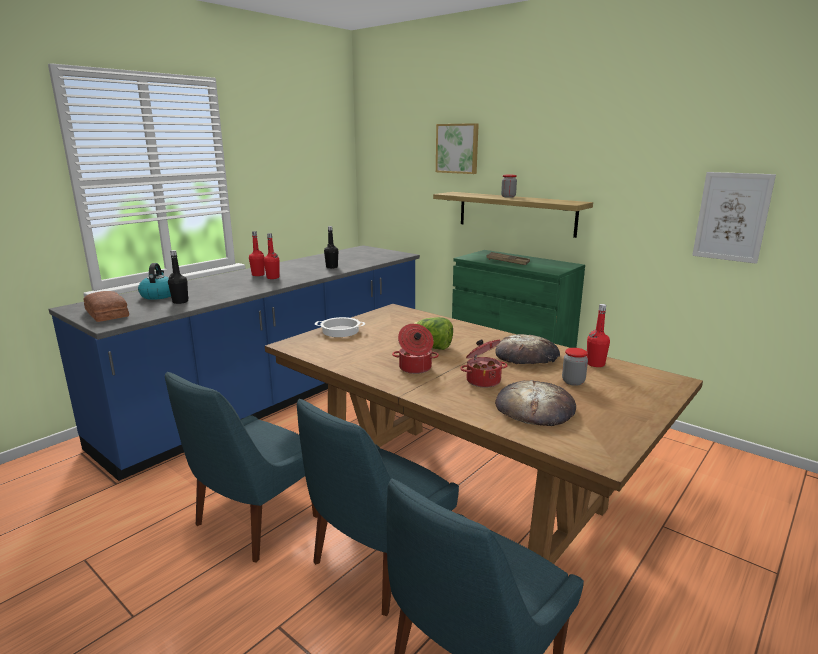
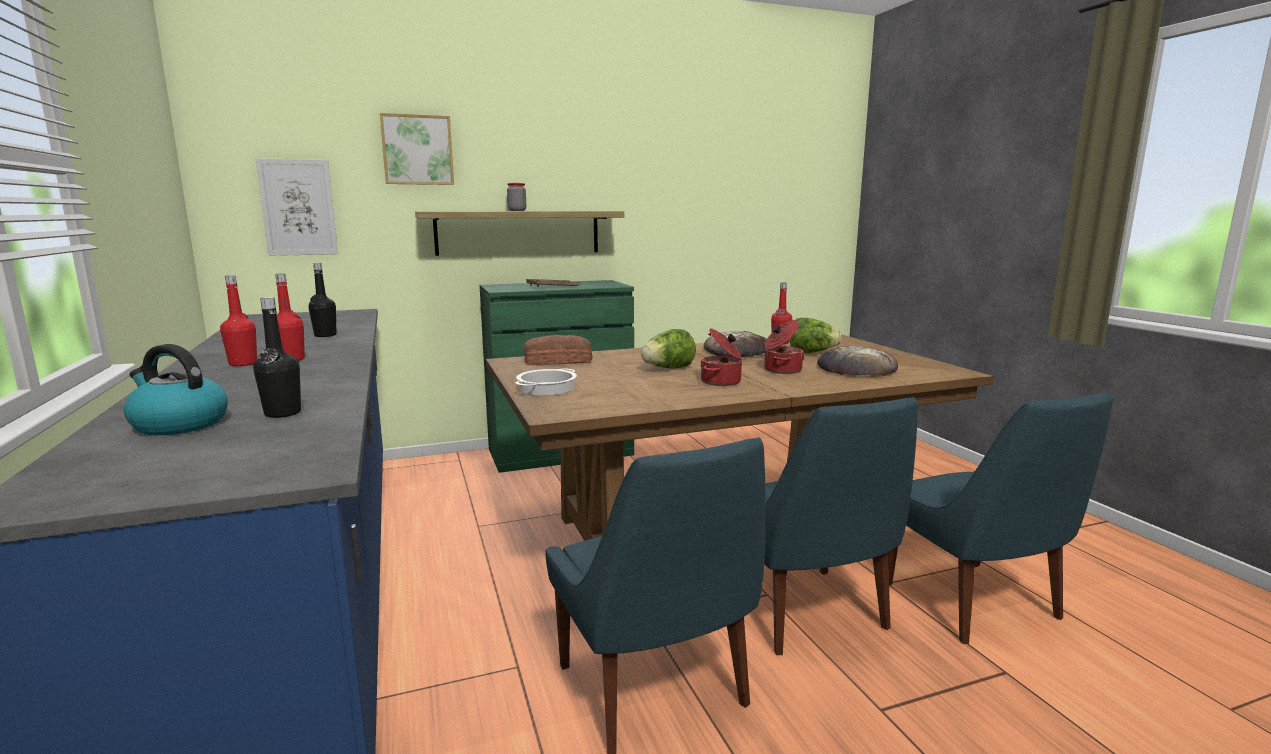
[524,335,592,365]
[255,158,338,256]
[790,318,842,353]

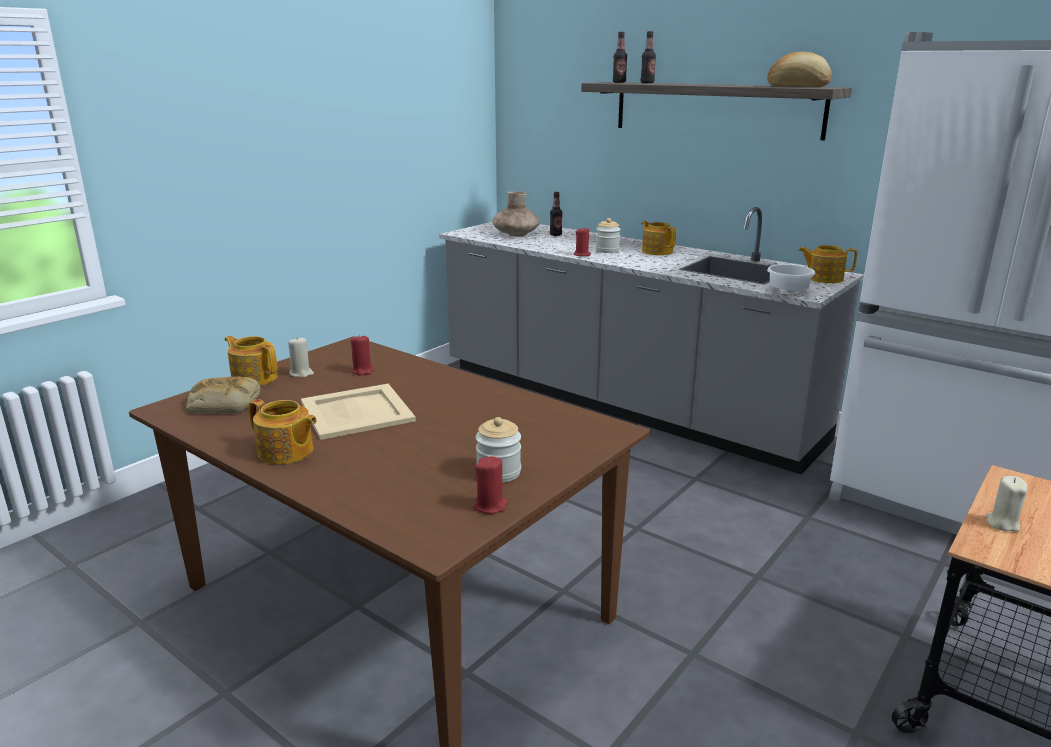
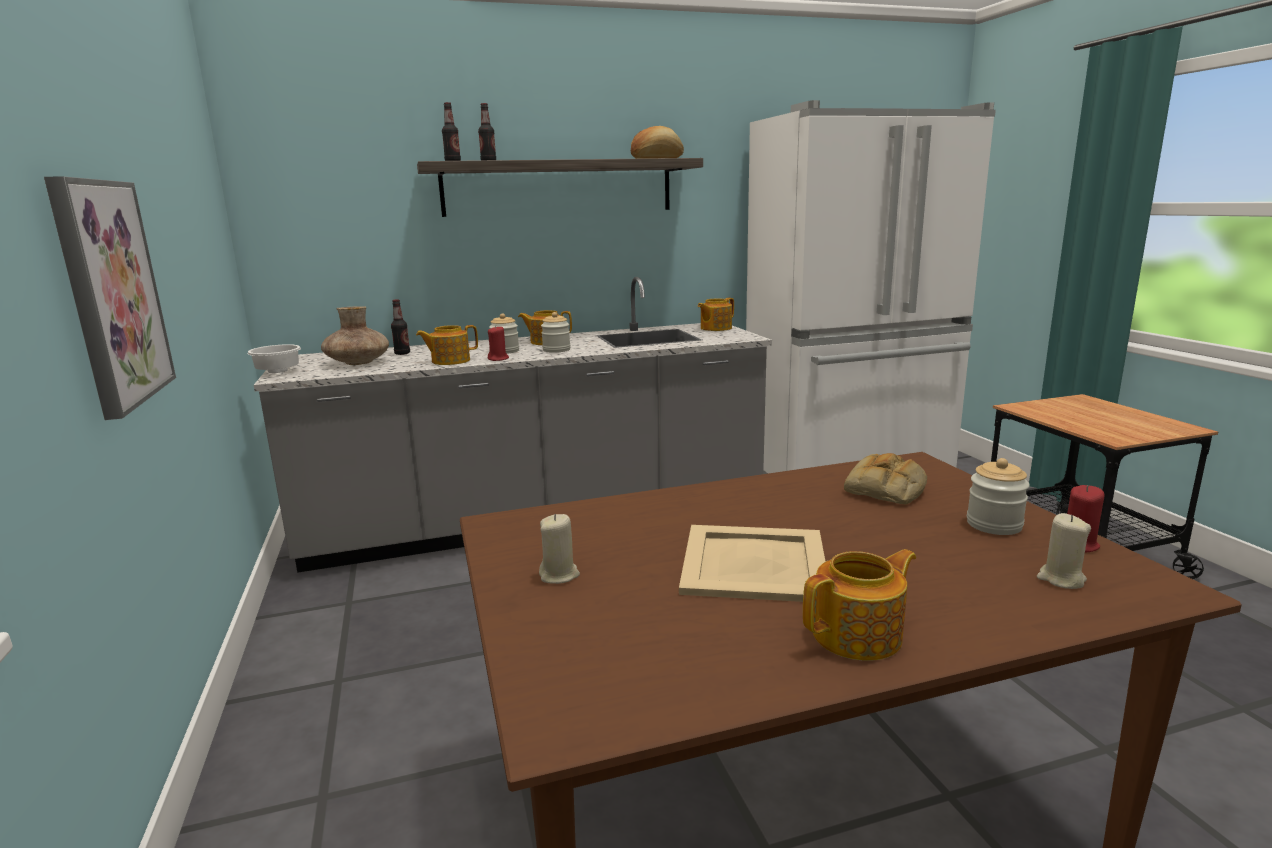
[351,334,374,375] (first image)
[44,176,176,420]
[541,312,571,353]
[844,453,927,504]
[416,325,478,365]
[247,344,301,373]
[1037,513,1091,589]

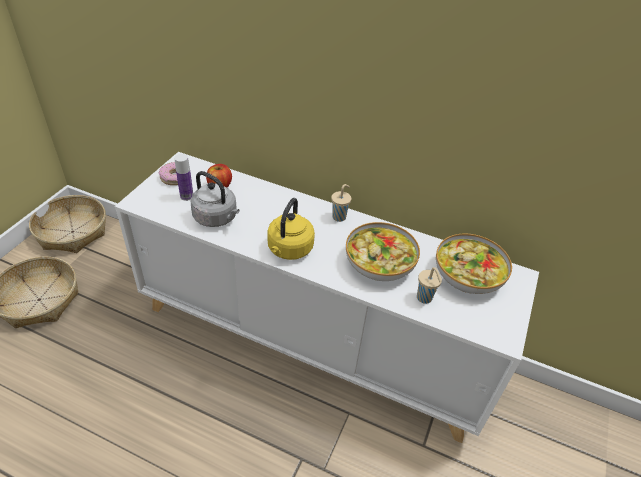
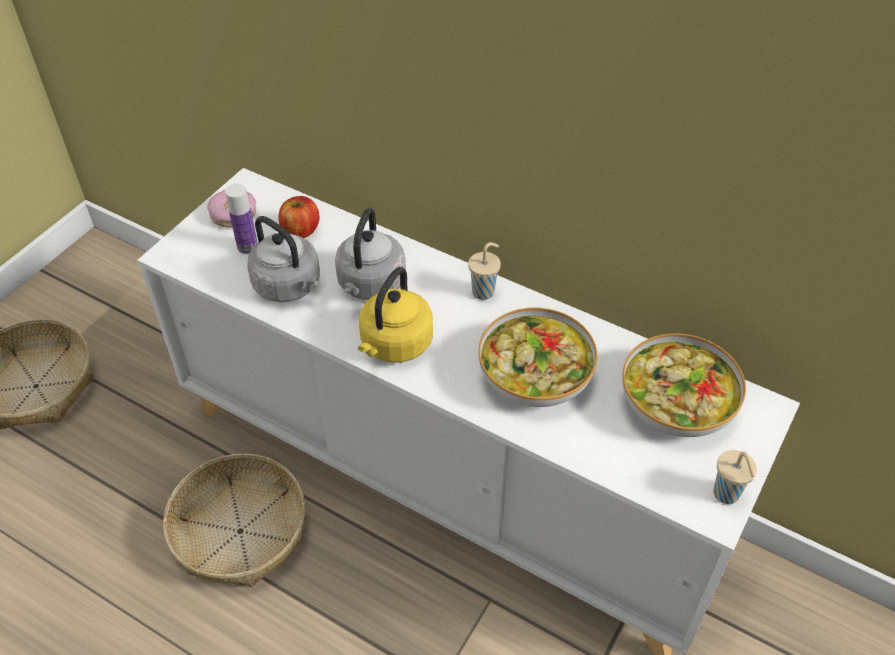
[335,208,406,300]
[163,454,305,587]
[713,450,757,504]

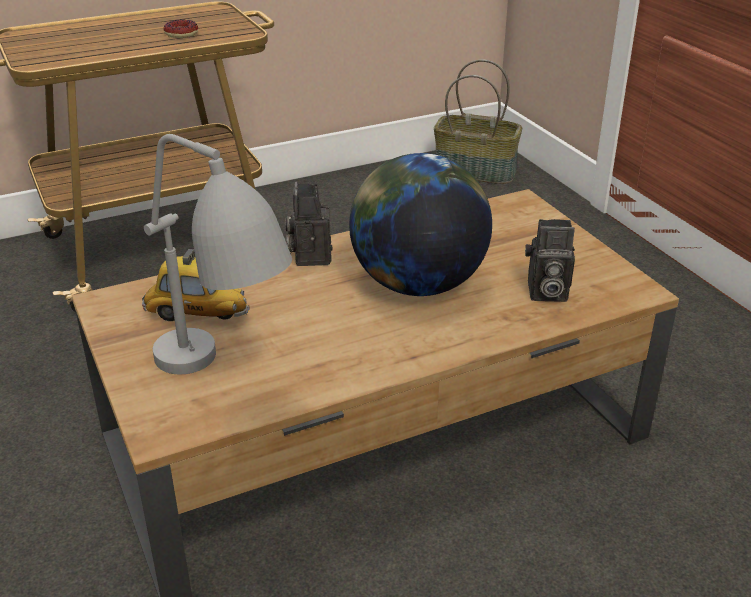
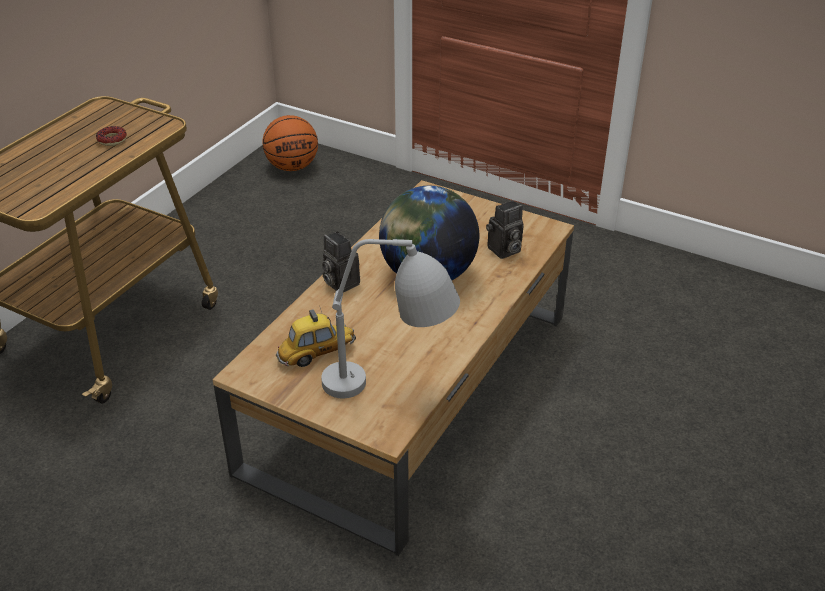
[262,115,318,171]

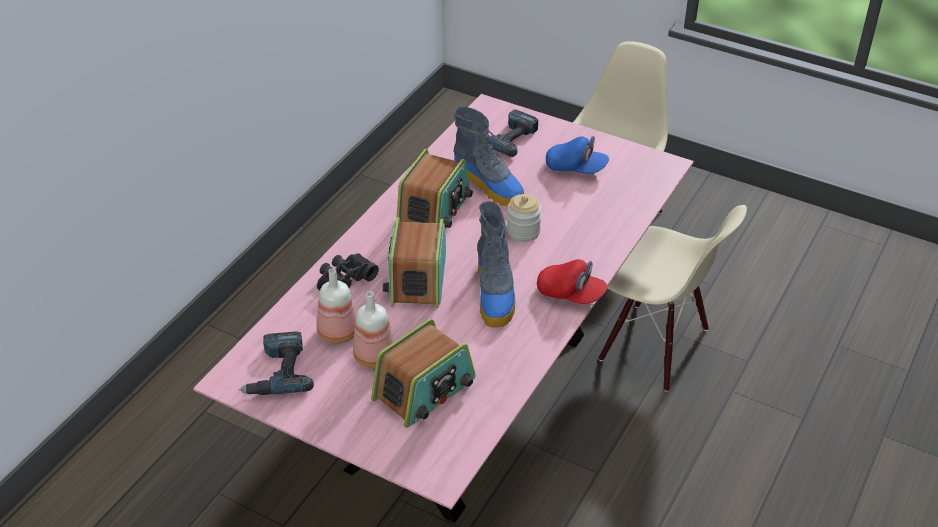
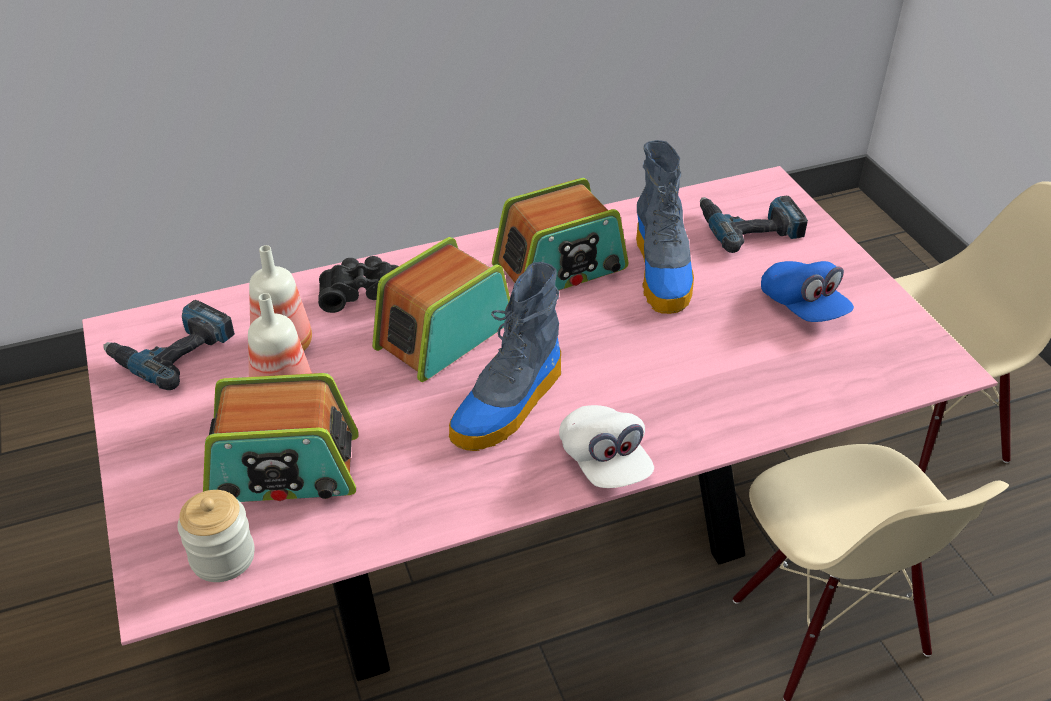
[178,490,255,582]
[559,405,654,488]

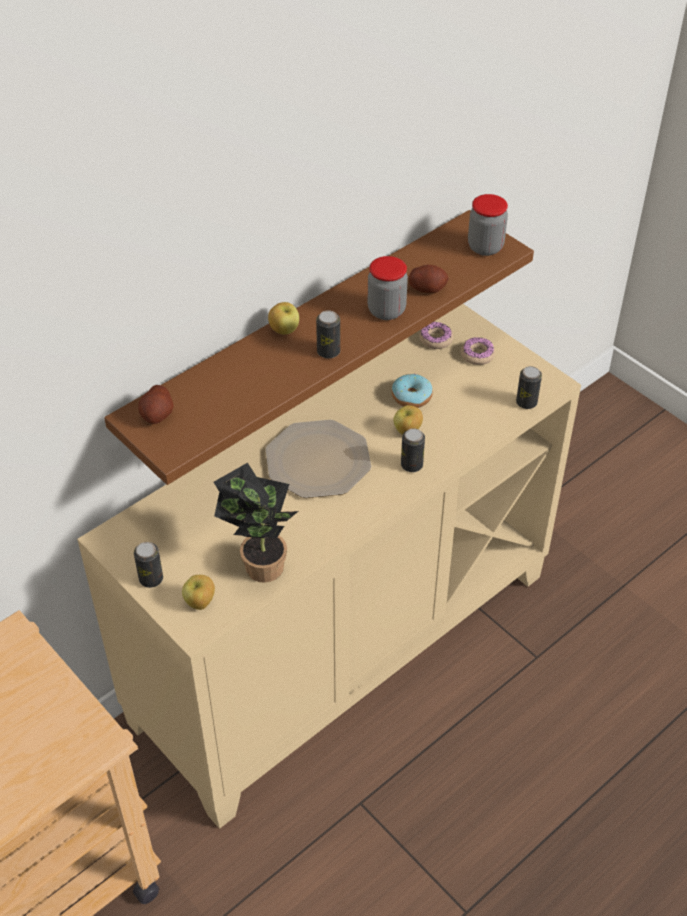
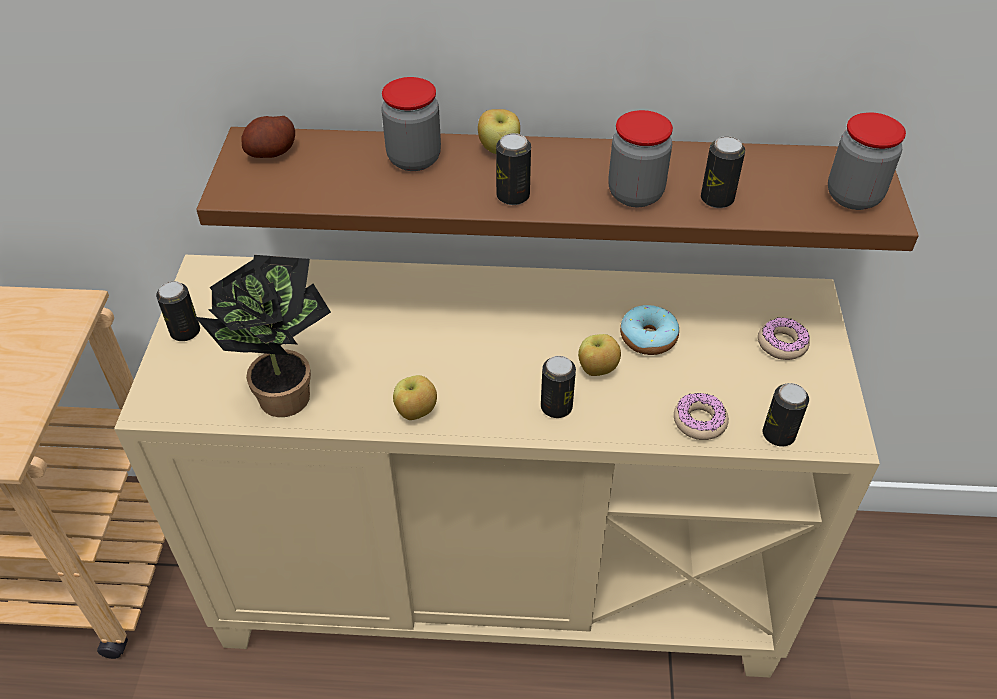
[266,420,371,498] (first image)
[381,77,441,171]
[393,375,437,420]
[674,392,729,440]
[701,136,745,208]

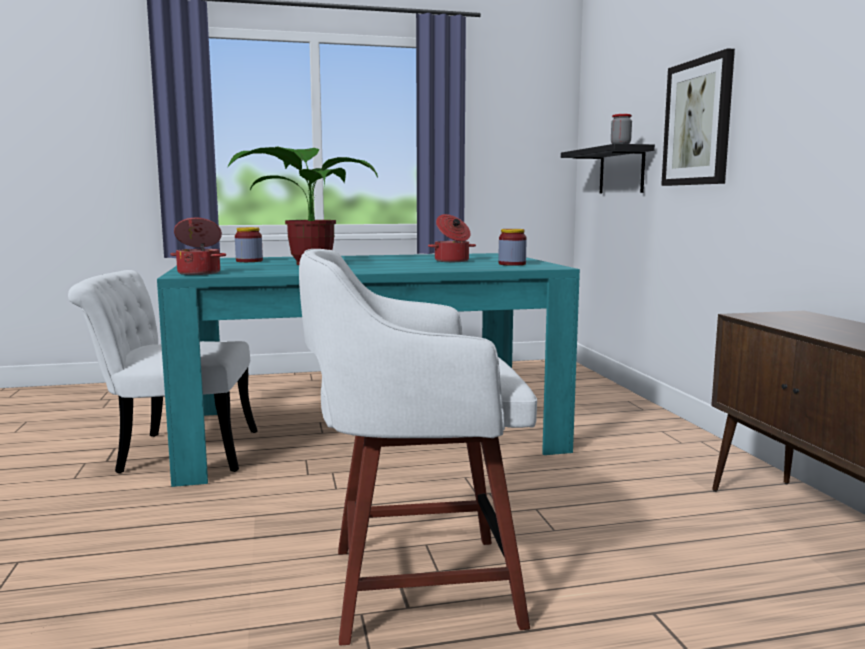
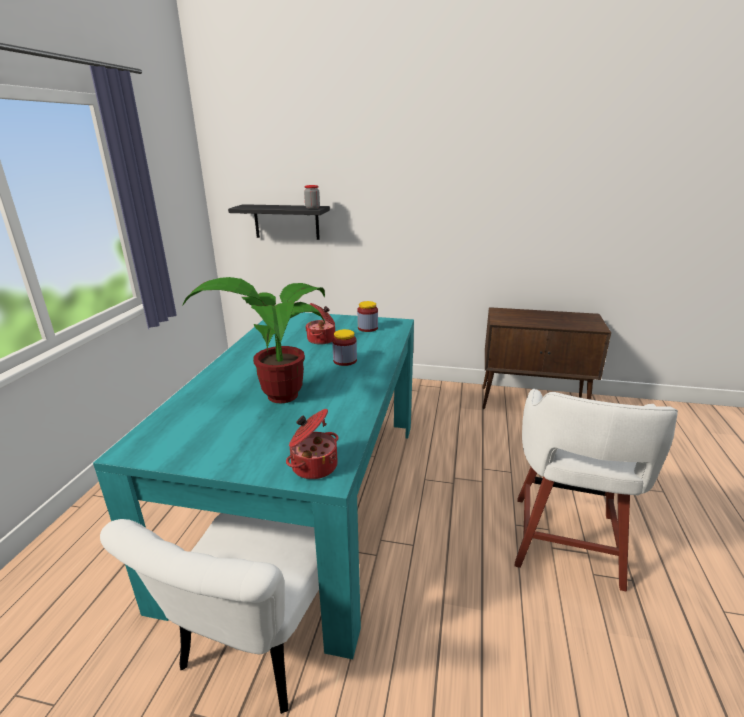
[661,48,735,186] (first image)
[332,329,357,366]

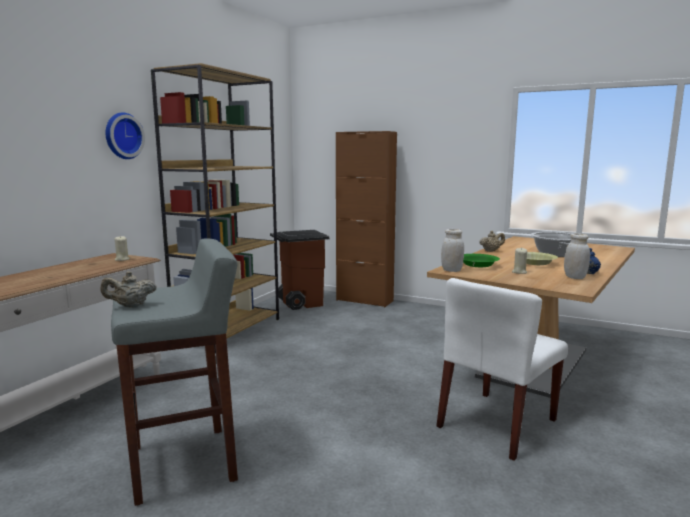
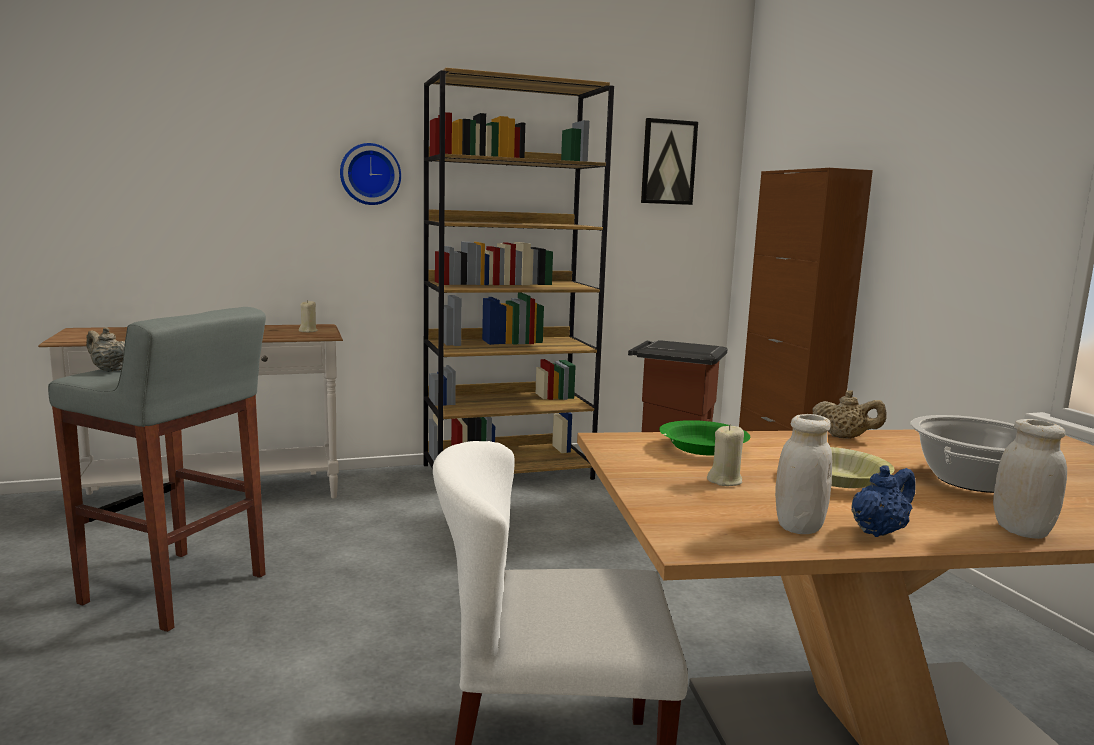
[641,118,698,205]
[993,419,1067,539]

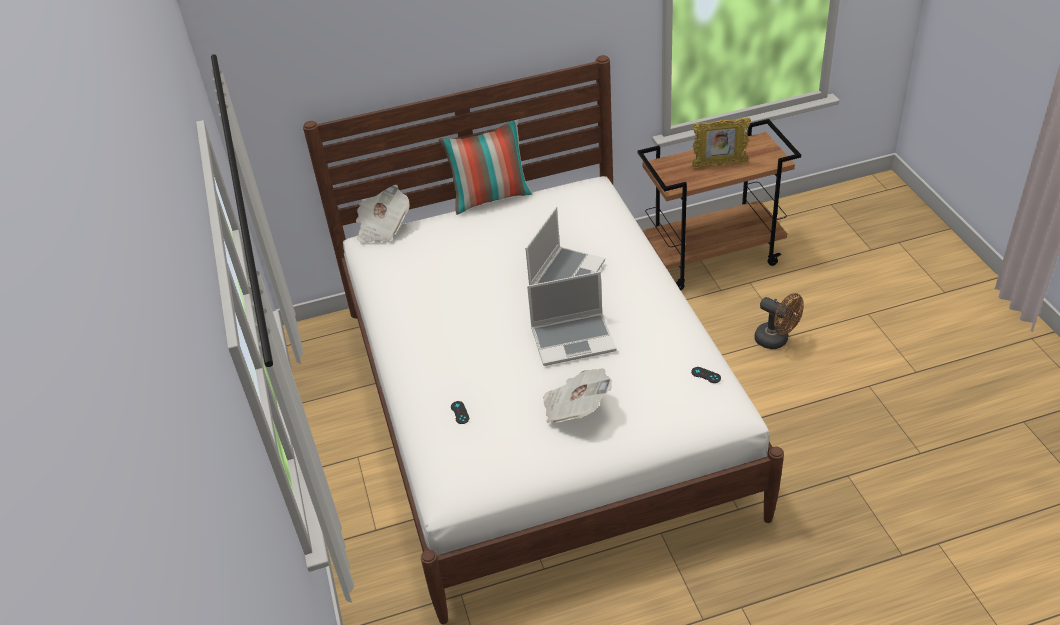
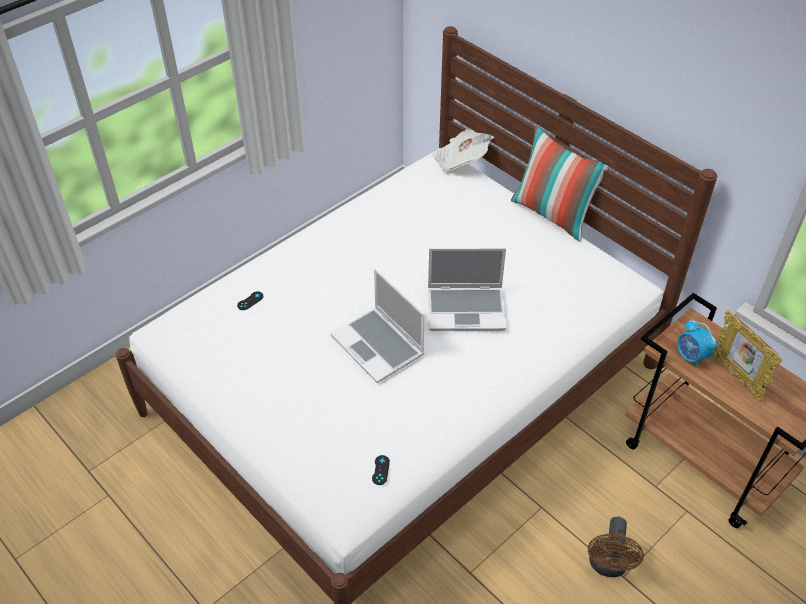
[543,368,612,423] (first image)
[677,319,717,368]

